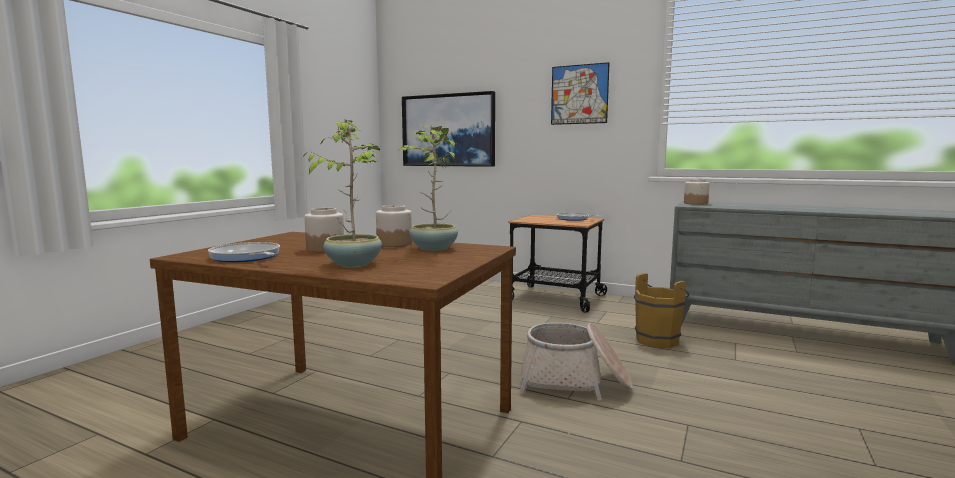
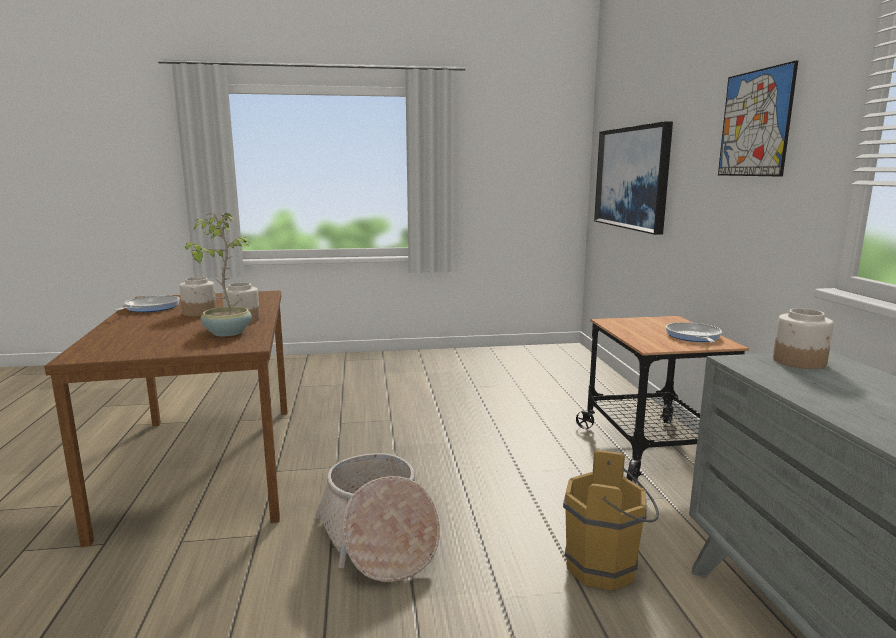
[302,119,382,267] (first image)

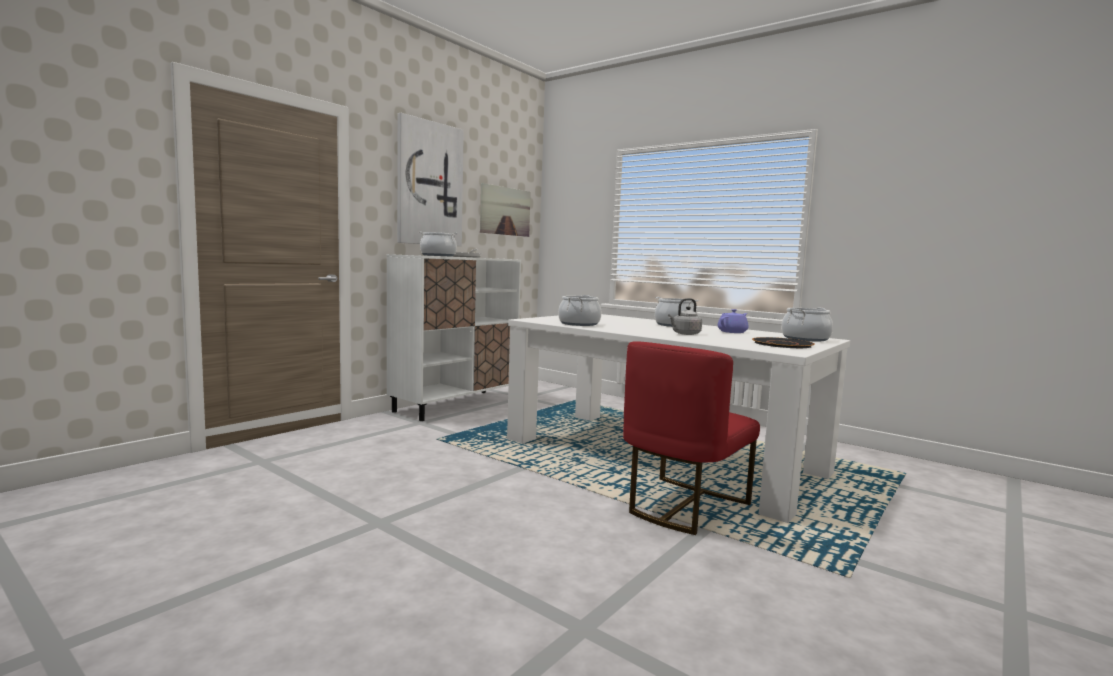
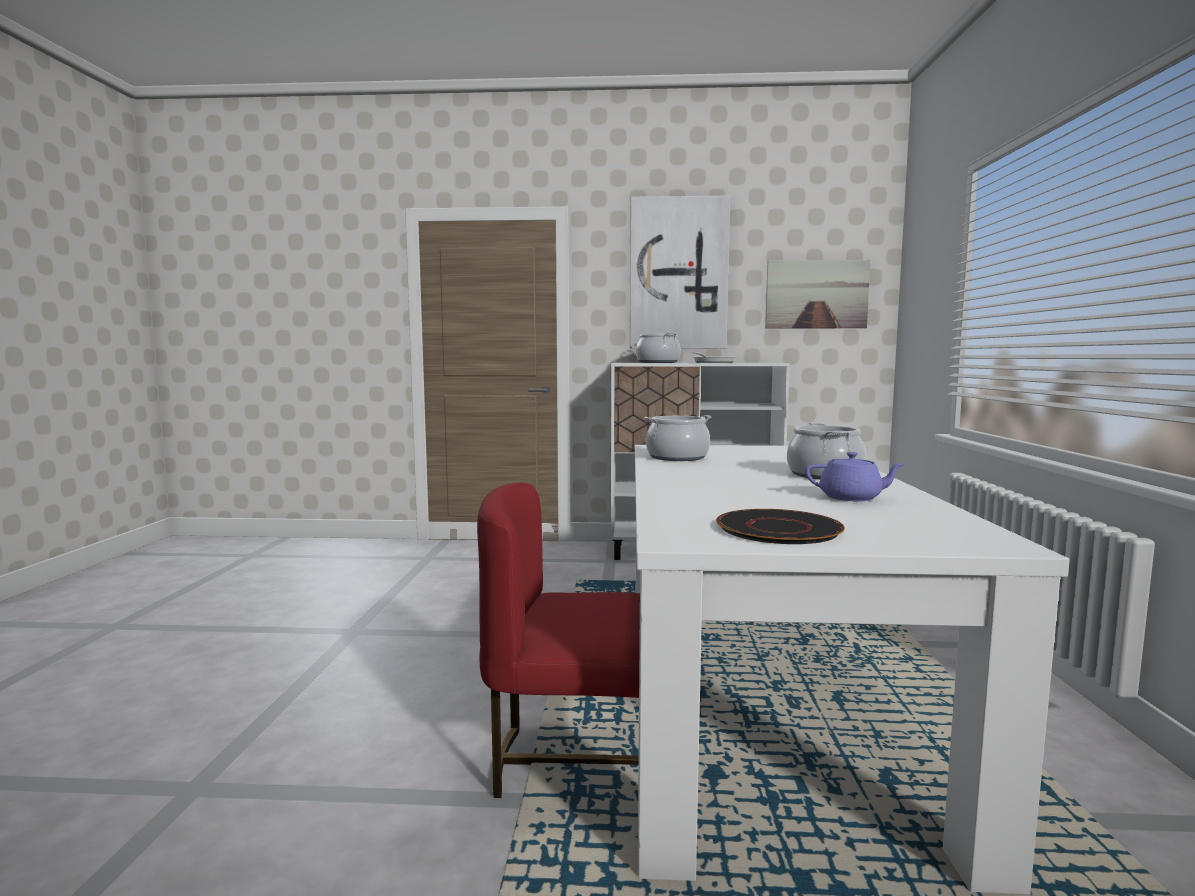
[668,298,702,335] (first image)
[781,308,833,342] (first image)

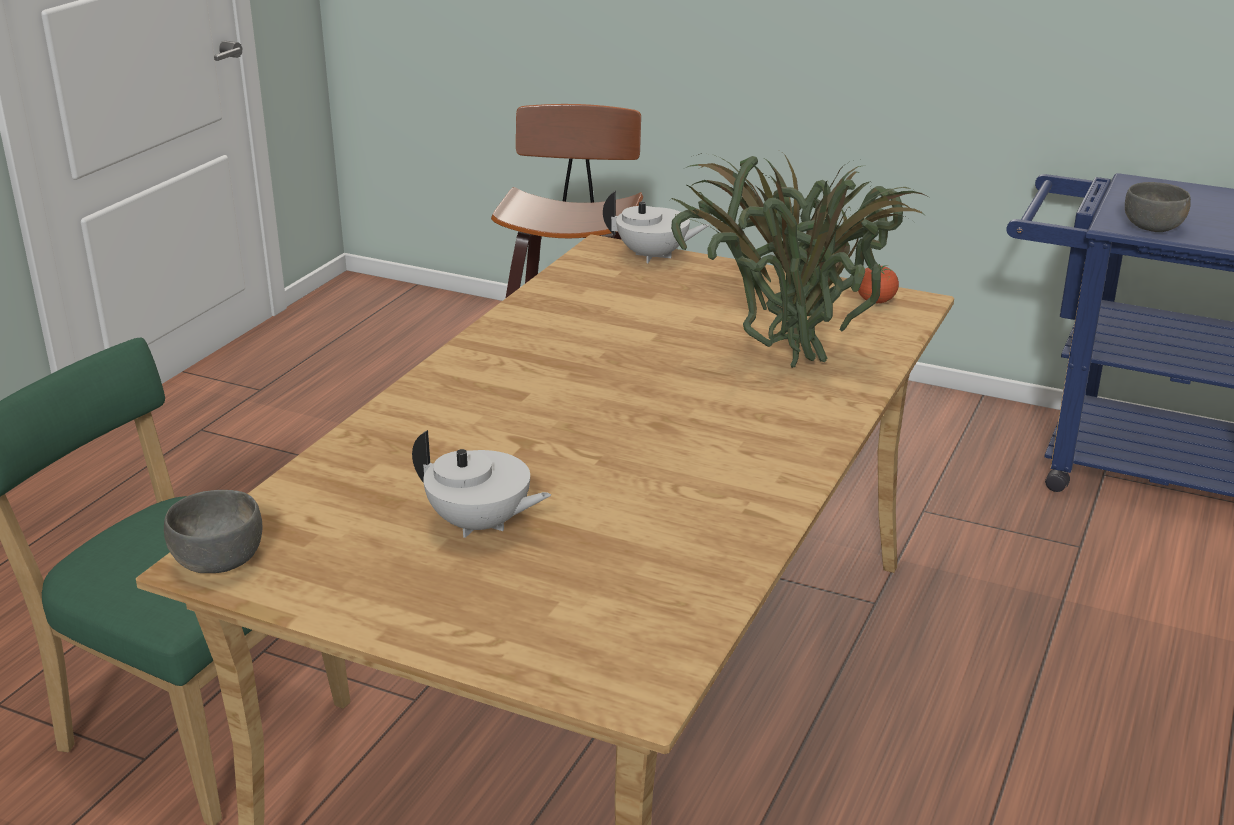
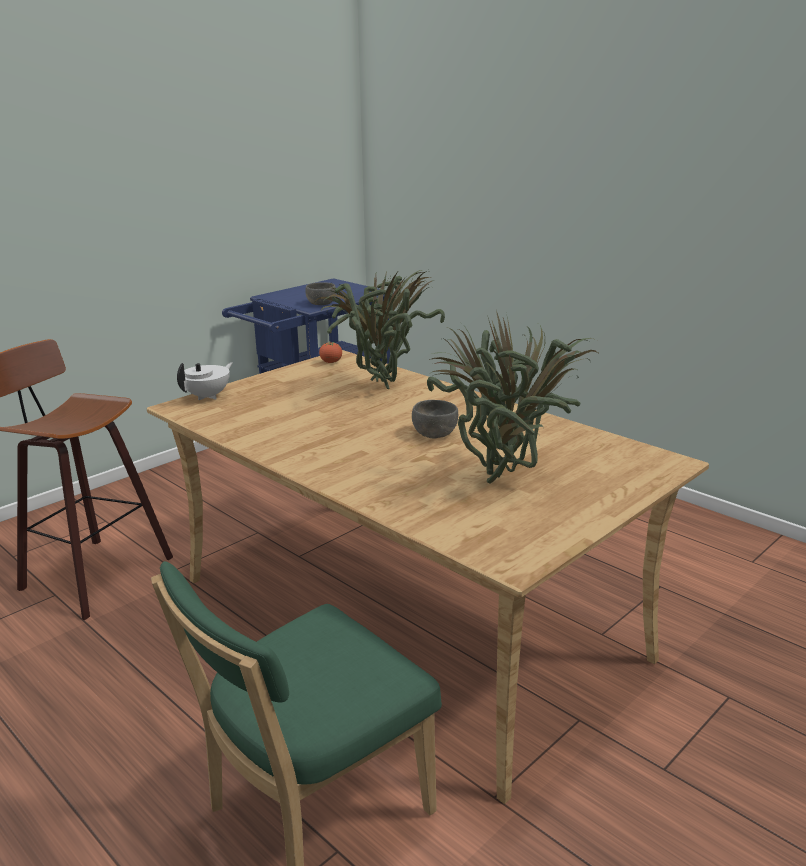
[412,400,458,438]
[427,310,600,484]

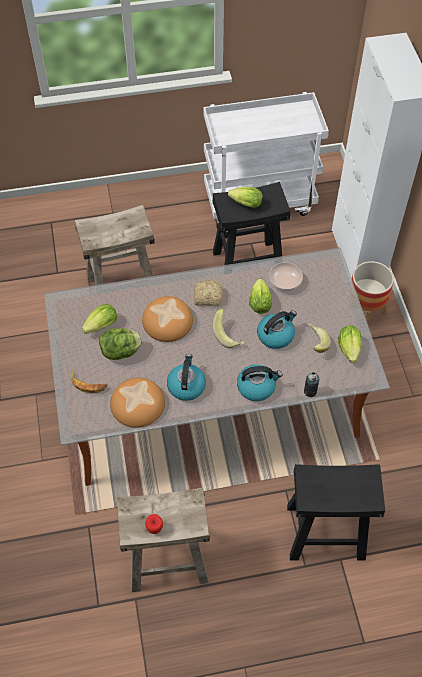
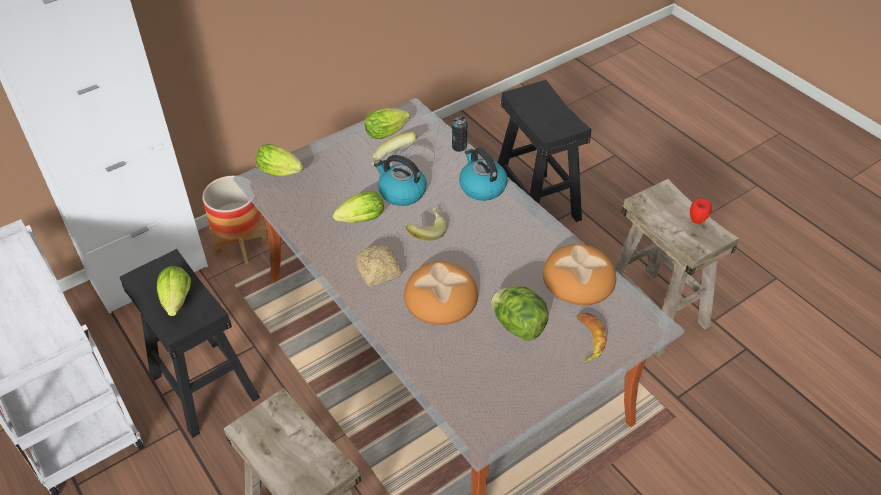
[167,354,206,401] (first image)
[269,262,303,292] (first image)
[256,144,304,176]

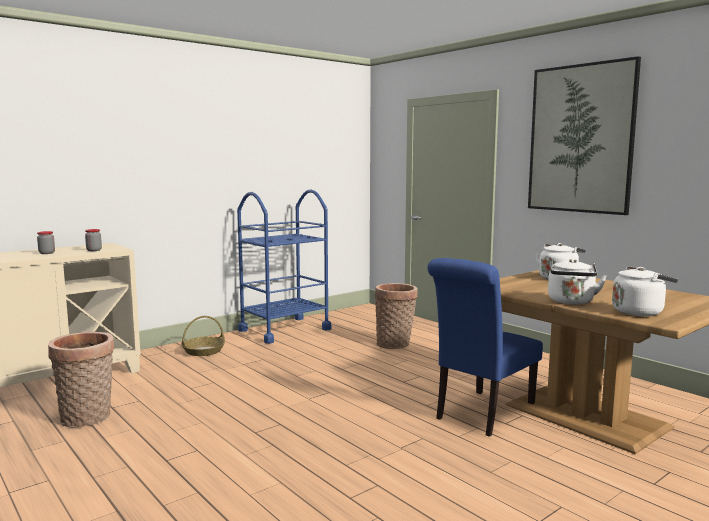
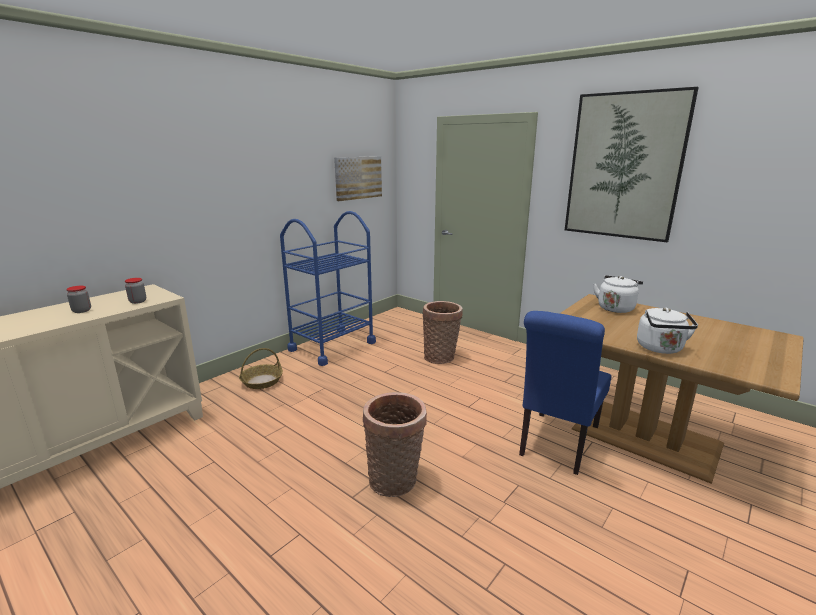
[612,266,678,316] (first image)
[334,156,382,201]
[363,392,427,497]

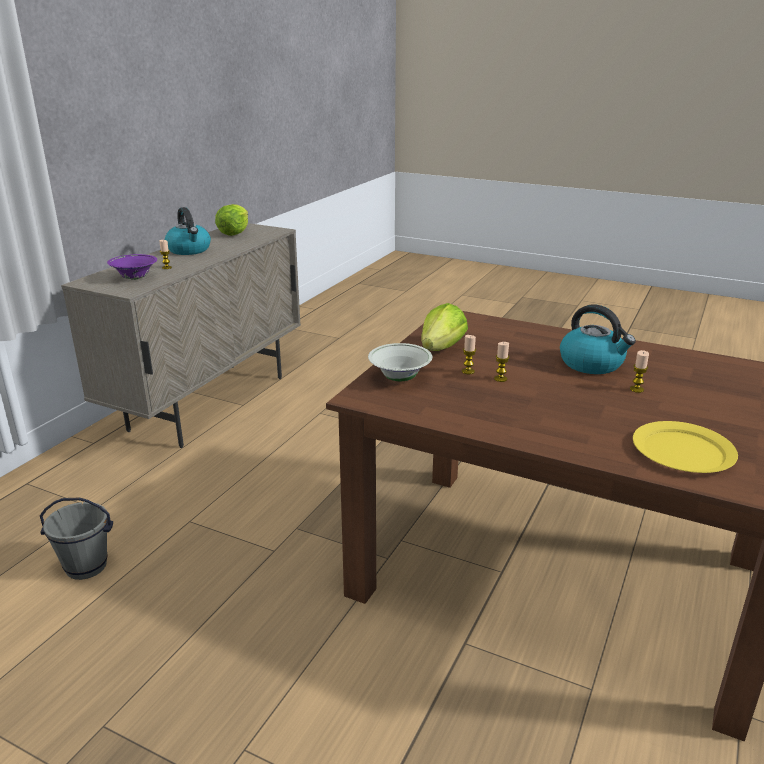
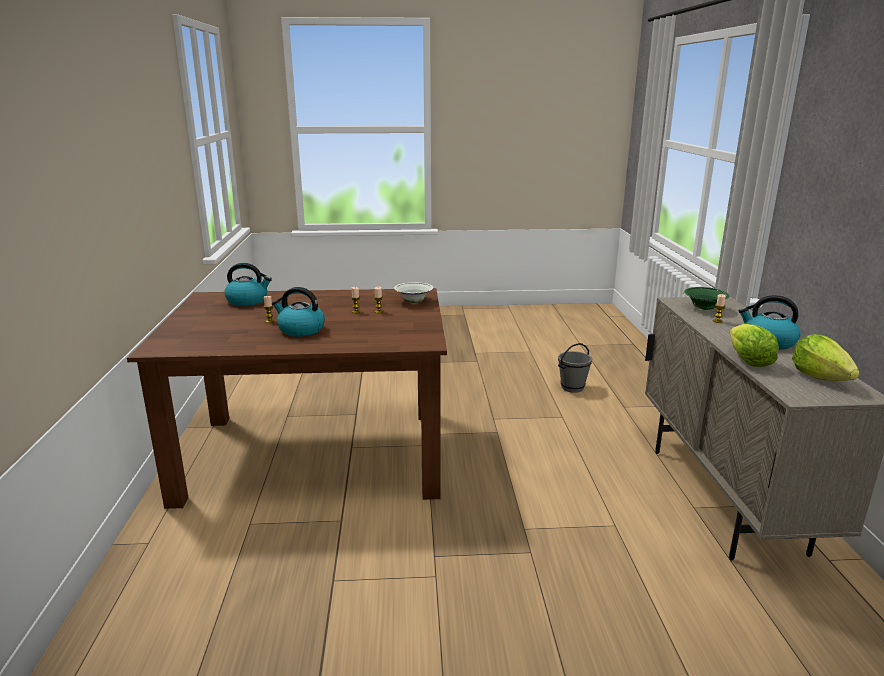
[729,324,779,367]
[224,263,272,306]
[684,287,729,310]

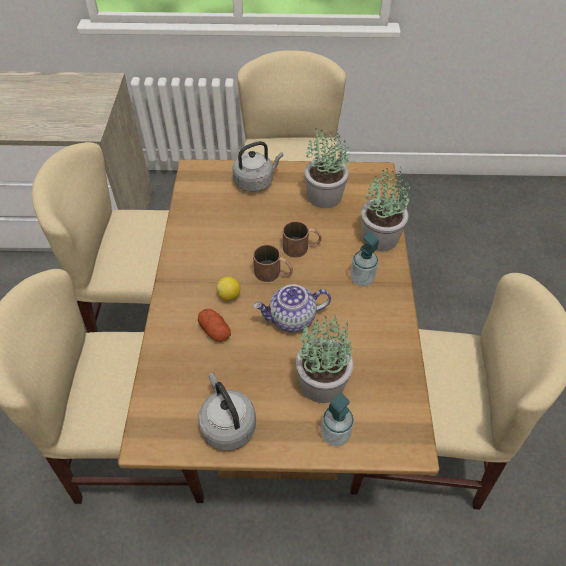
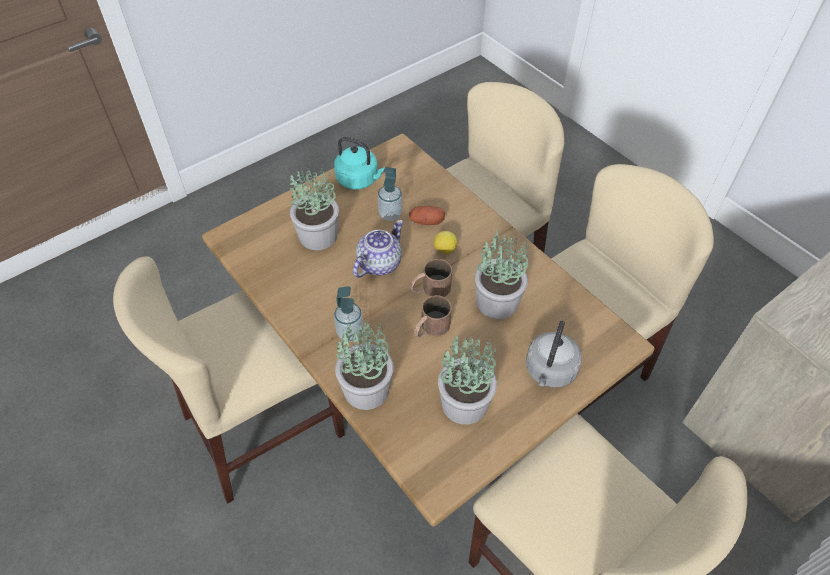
[475,230,529,319]
[378,167,402,221]
[334,137,385,190]

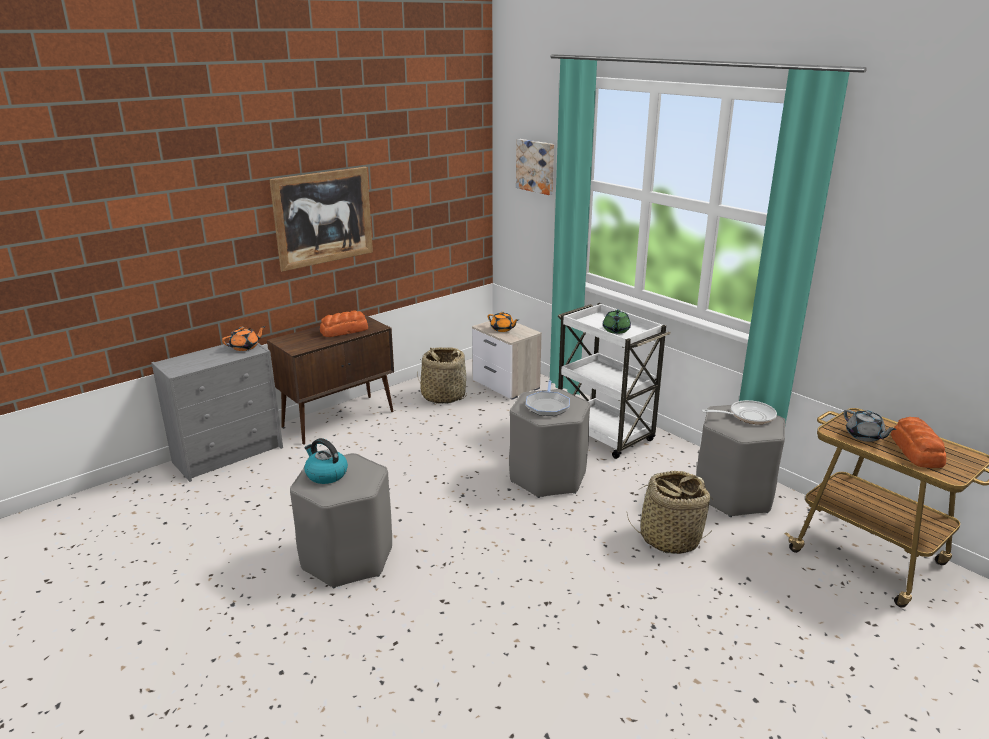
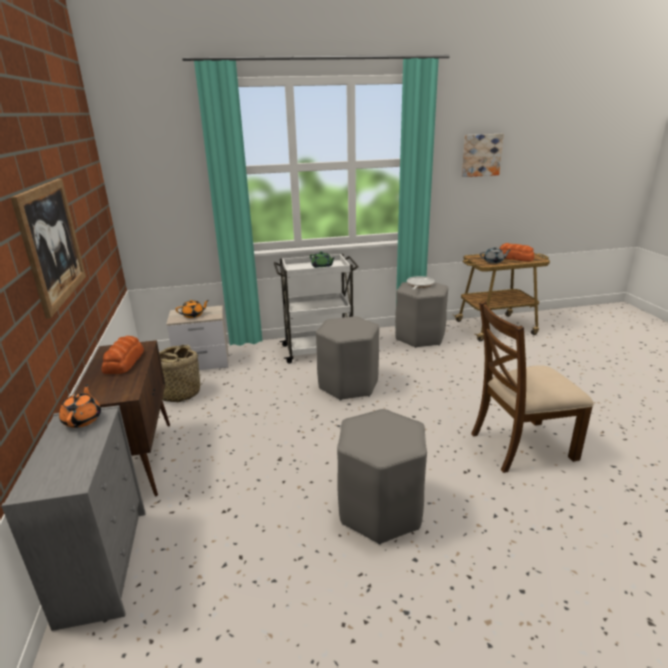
[304,438,348,484] (first image)
[526,380,570,416] (first image)
[627,471,714,554] (first image)
[471,301,594,473]
[462,134,504,177]

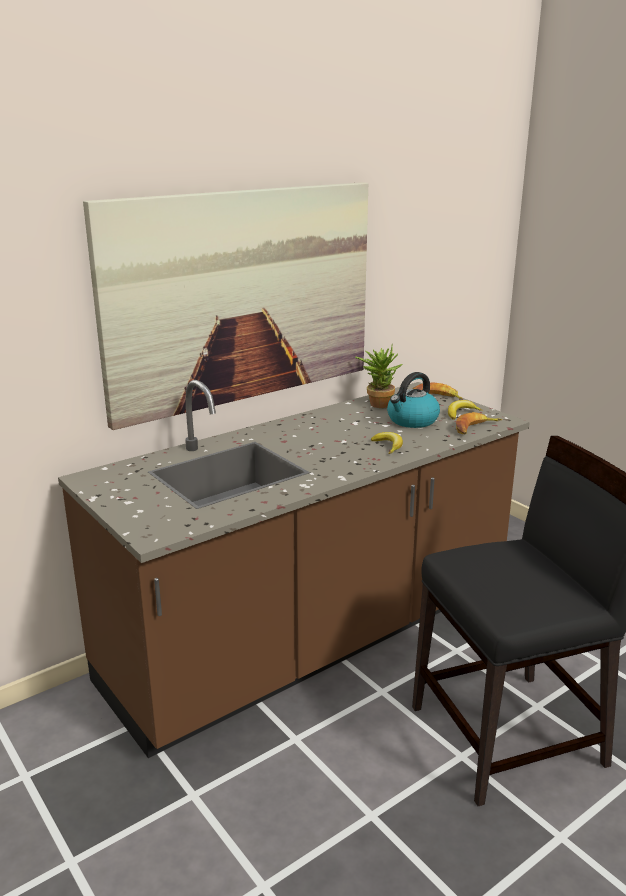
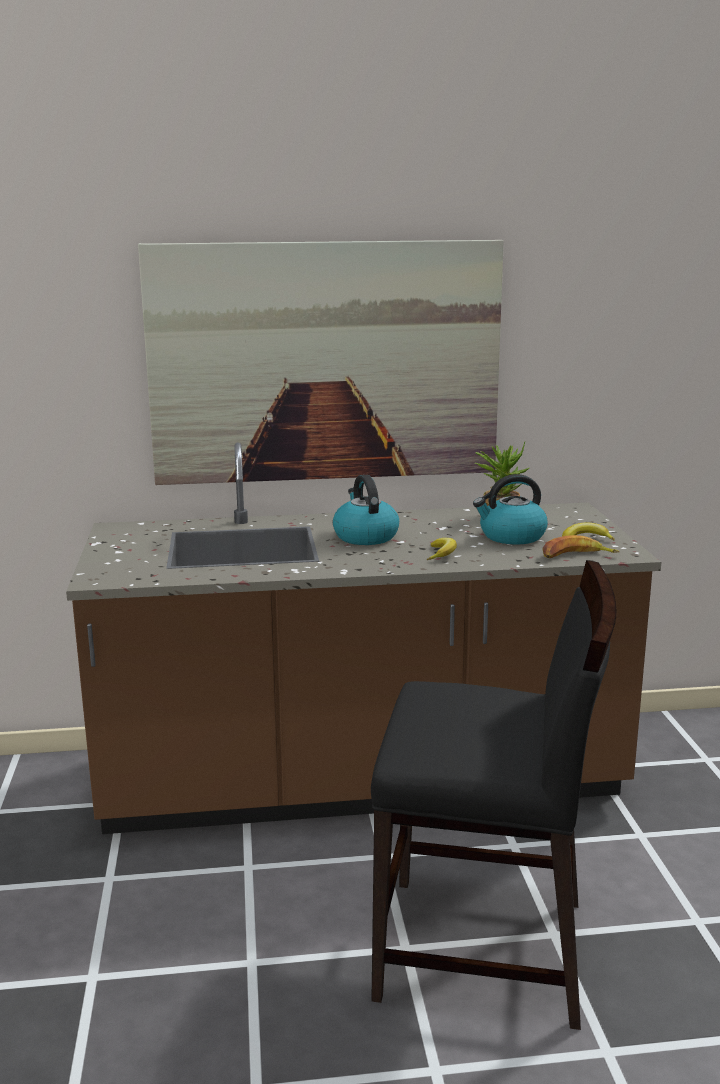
[412,383,463,400] (first image)
[333,475,399,545]

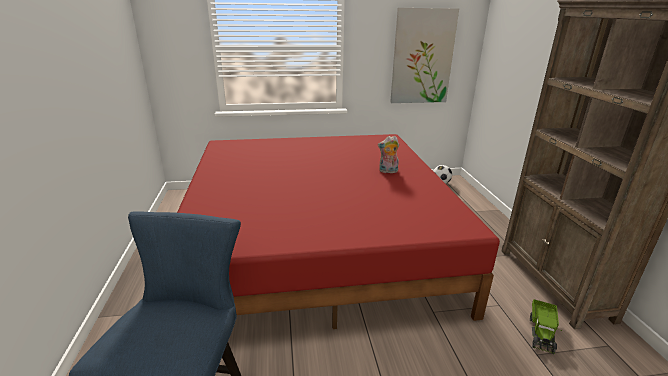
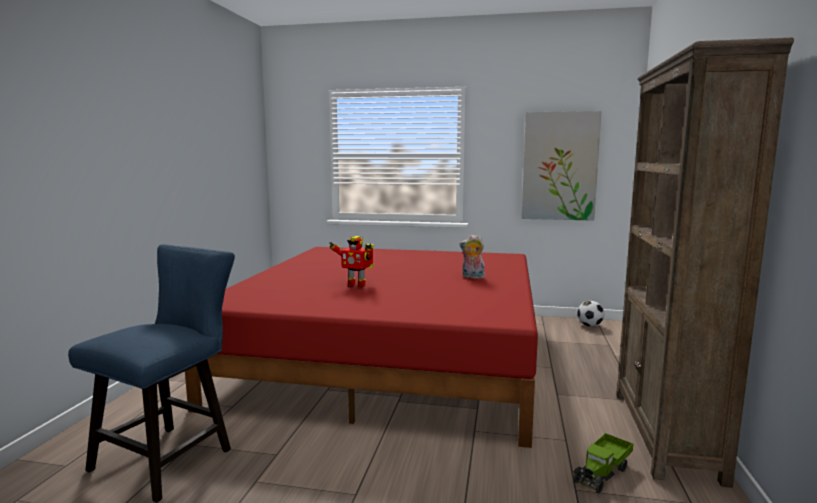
[329,236,374,288]

